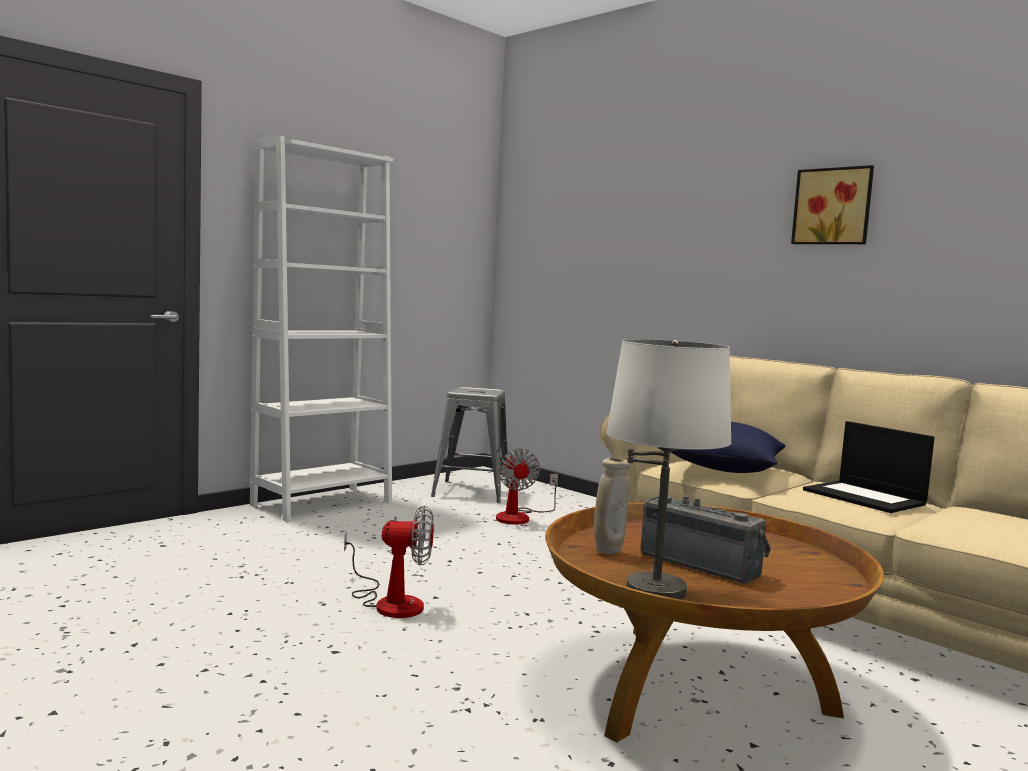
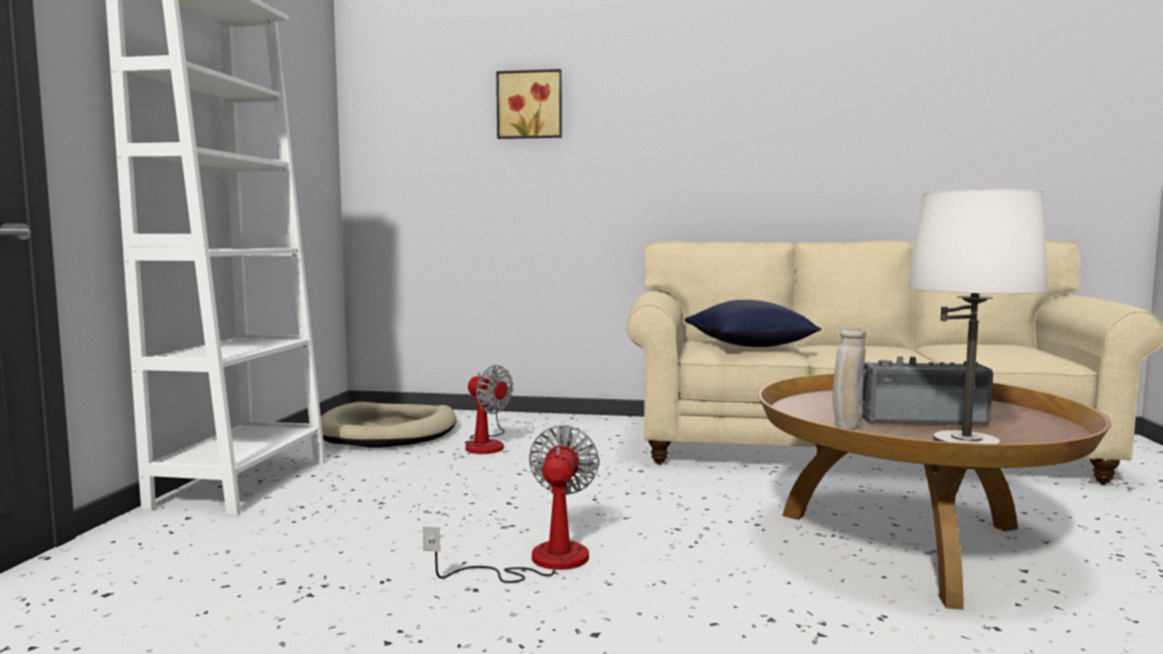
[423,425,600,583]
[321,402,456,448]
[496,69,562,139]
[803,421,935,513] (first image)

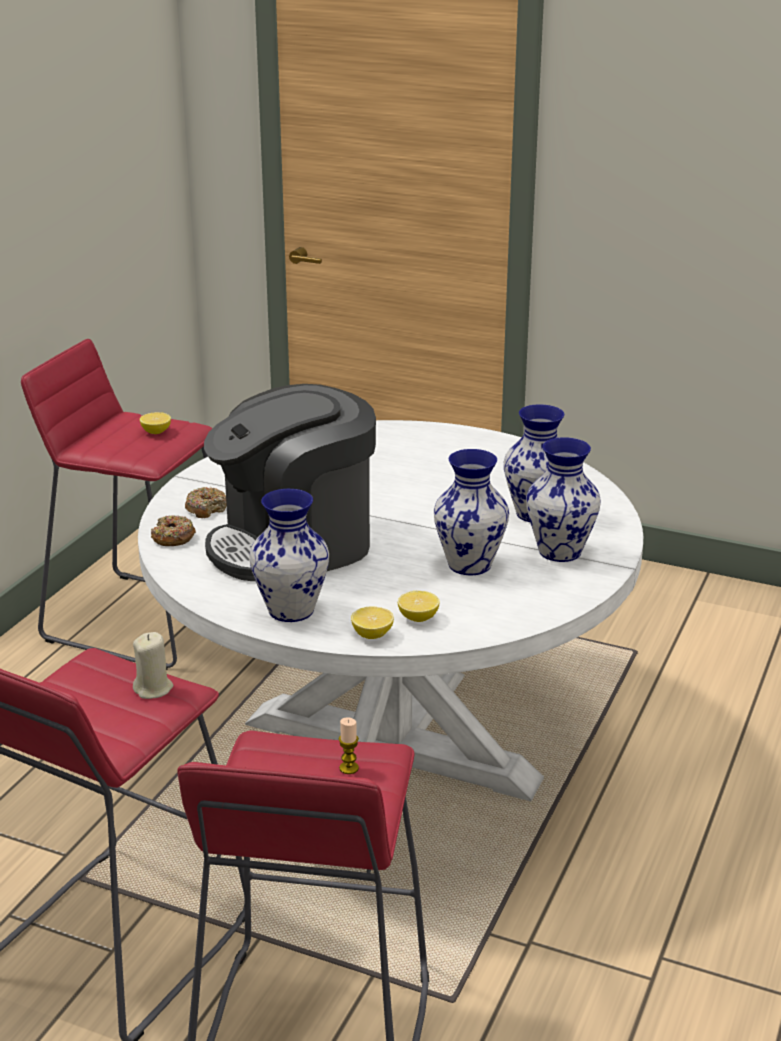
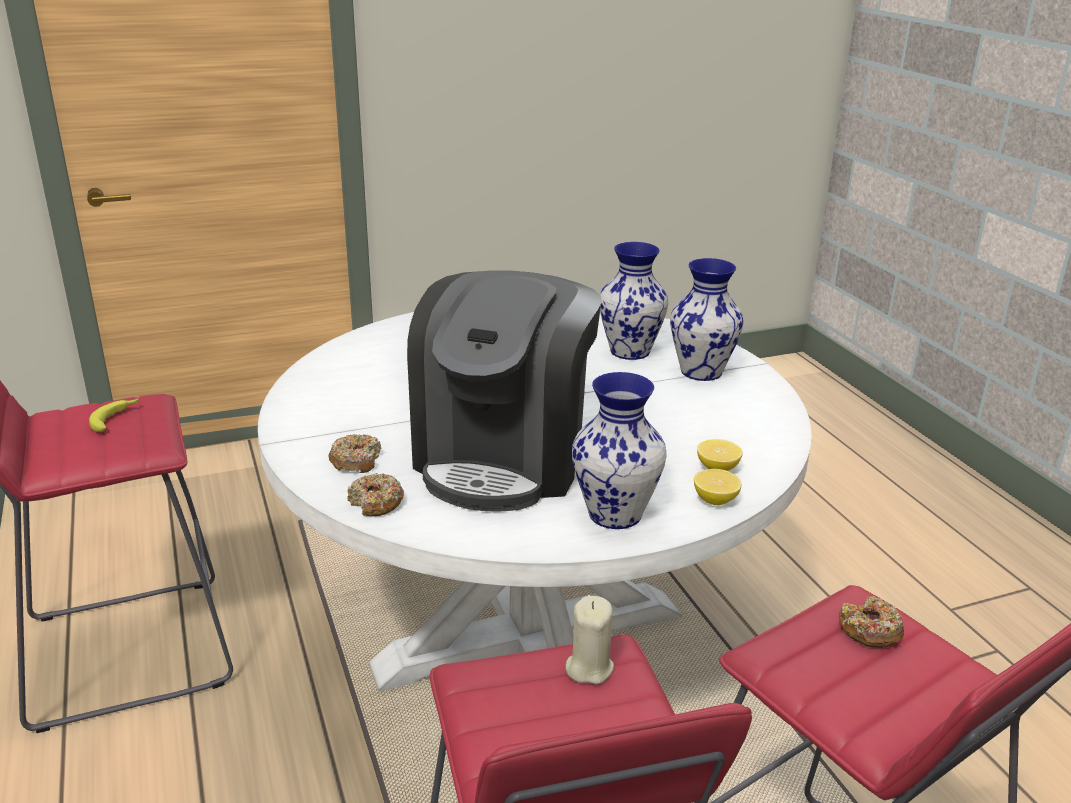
[89,399,139,432]
[839,596,904,648]
[434,449,509,575] (first image)

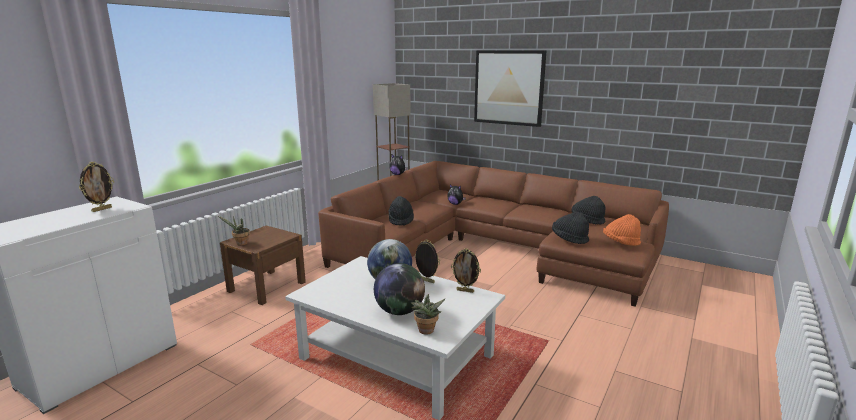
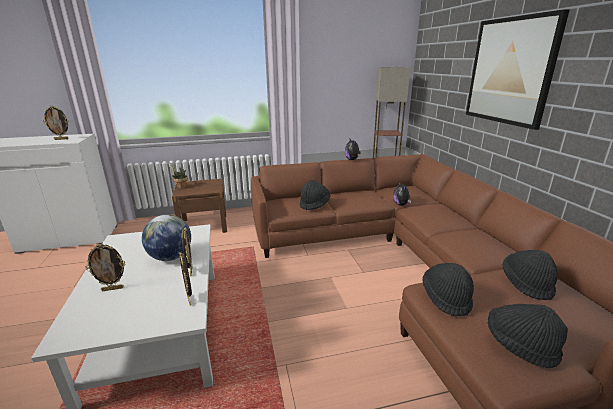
[86,244,125,291]
[411,294,445,335] (first image)
[488,304,568,368]

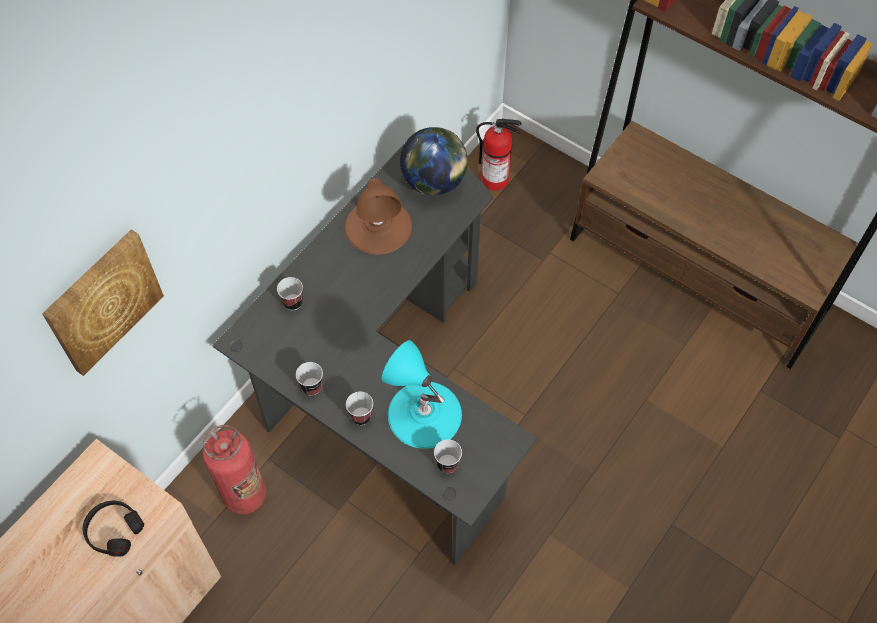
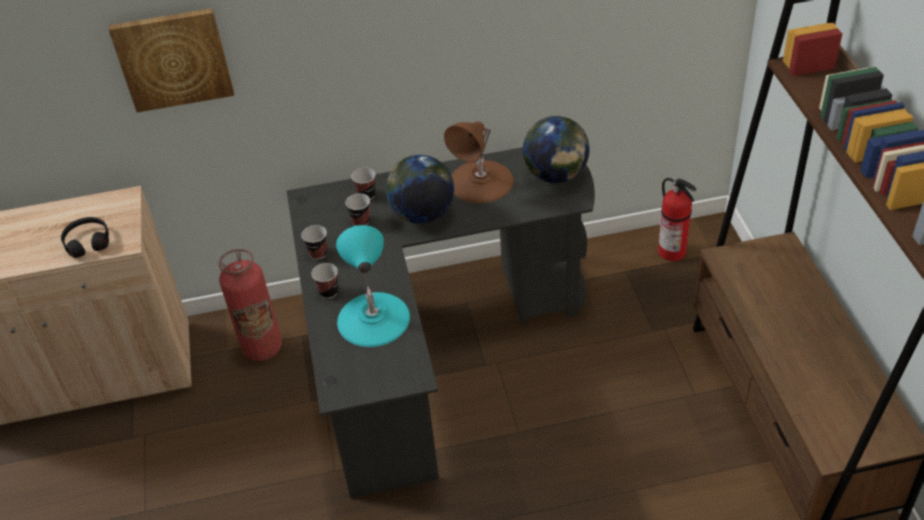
[345,193,370,226]
[386,155,454,224]

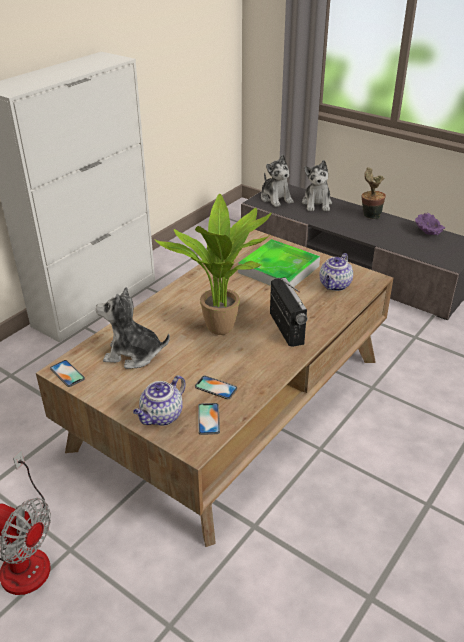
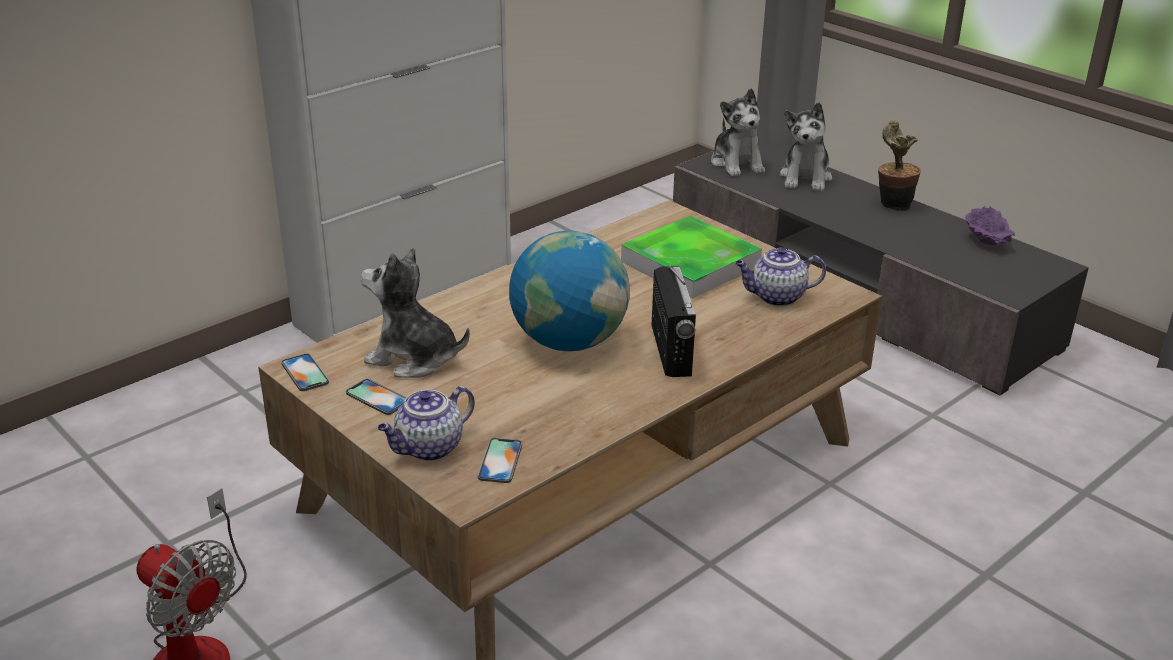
[509,231,630,351]
[346,379,407,415]
[735,247,826,306]

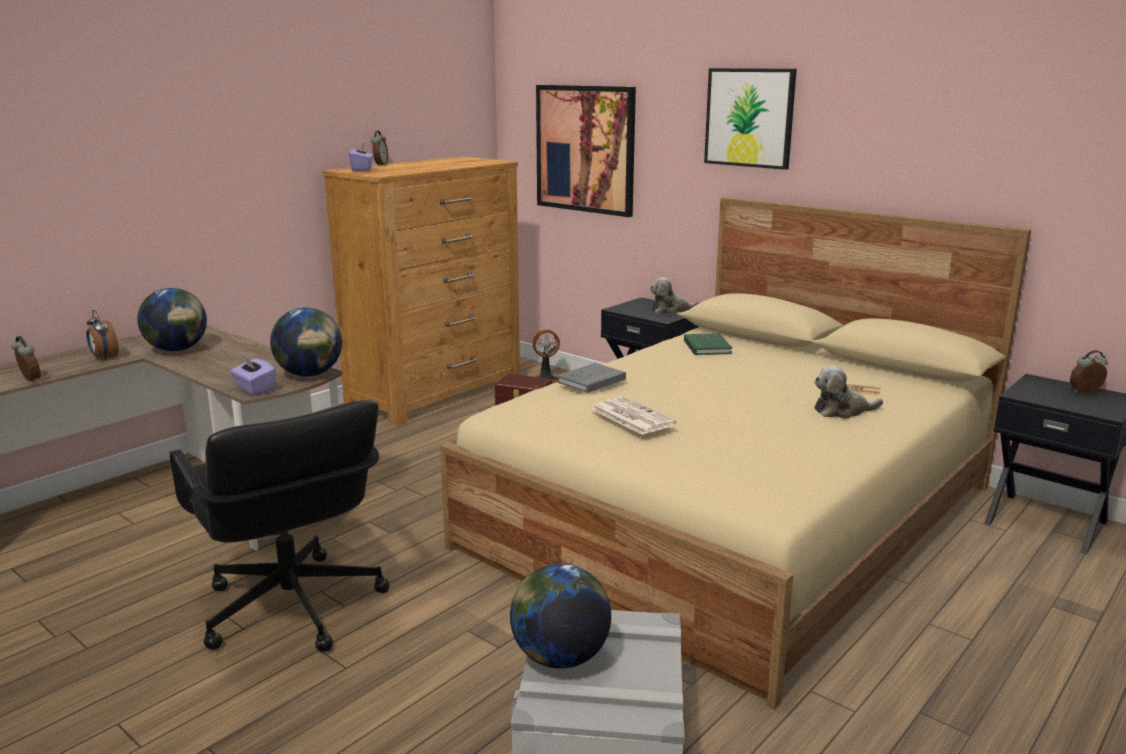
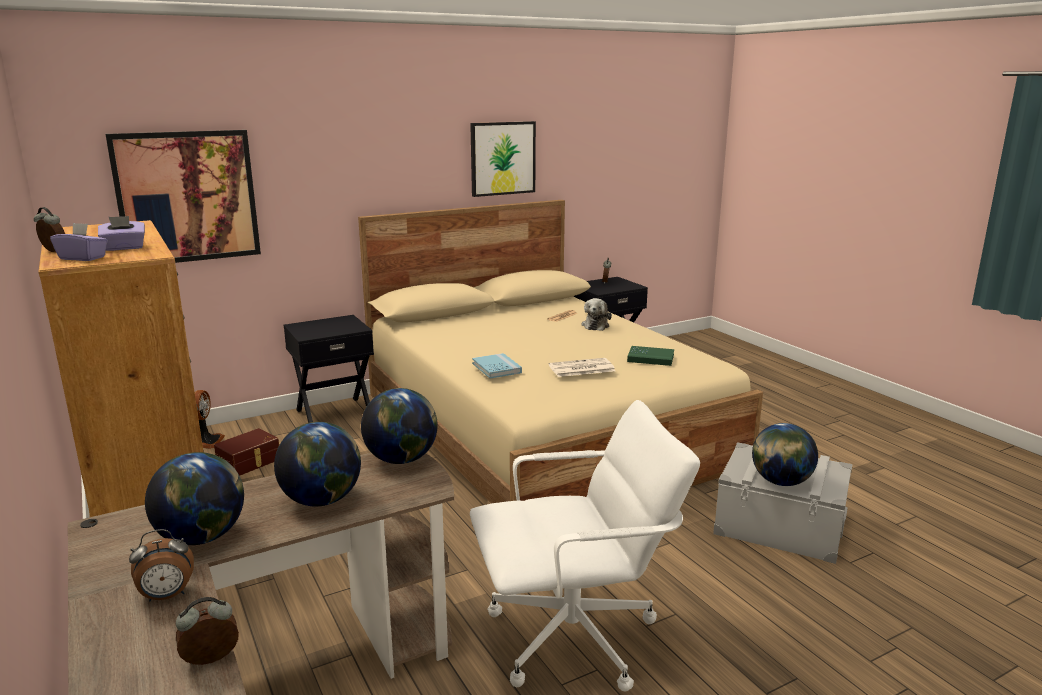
[470,400,700,692]
[98,216,145,251]
[472,353,522,378]
[650,277,700,314] (first image)
[627,346,674,366]
[470,121,536,197]
[274,422,361,506]

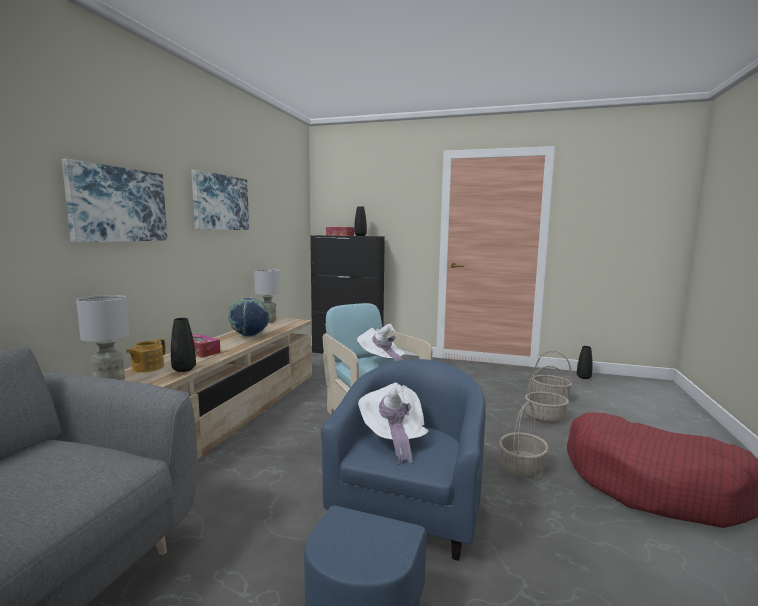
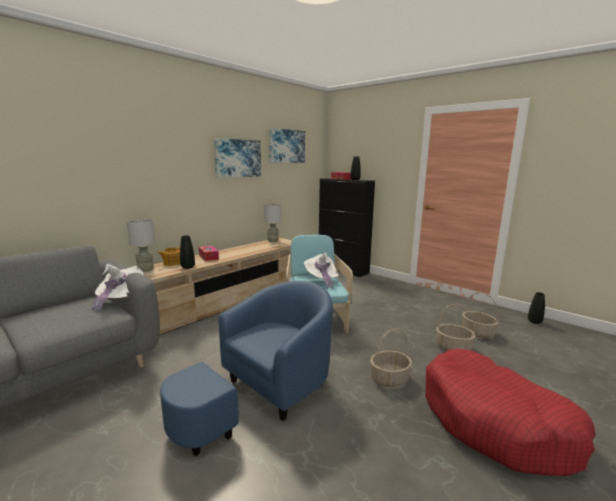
[269,128,305,163]
[228,297,270,337] (first image)
[92,264,144,312]

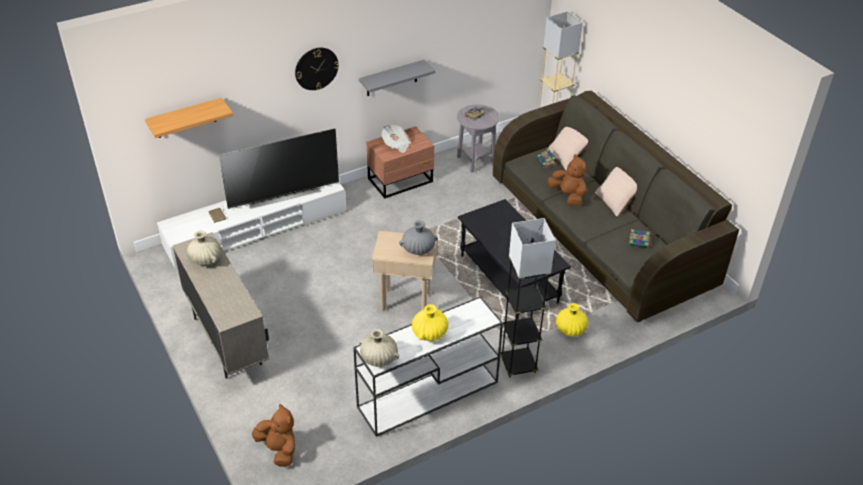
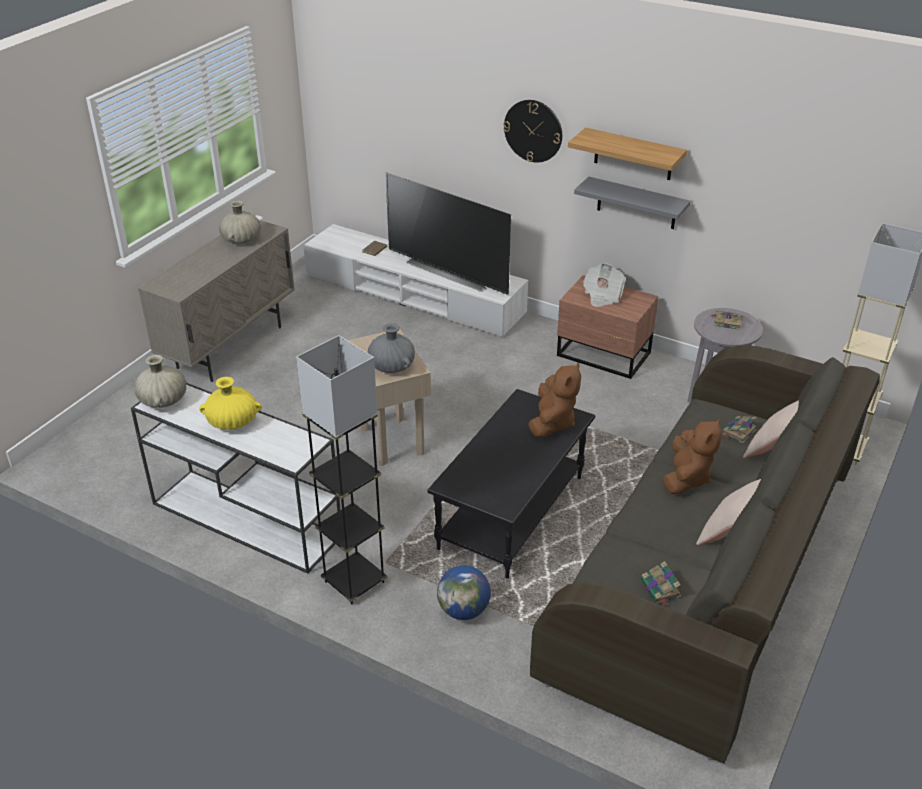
[568,128,687,180]
[528,362,581,438]
[437,565,491,620]

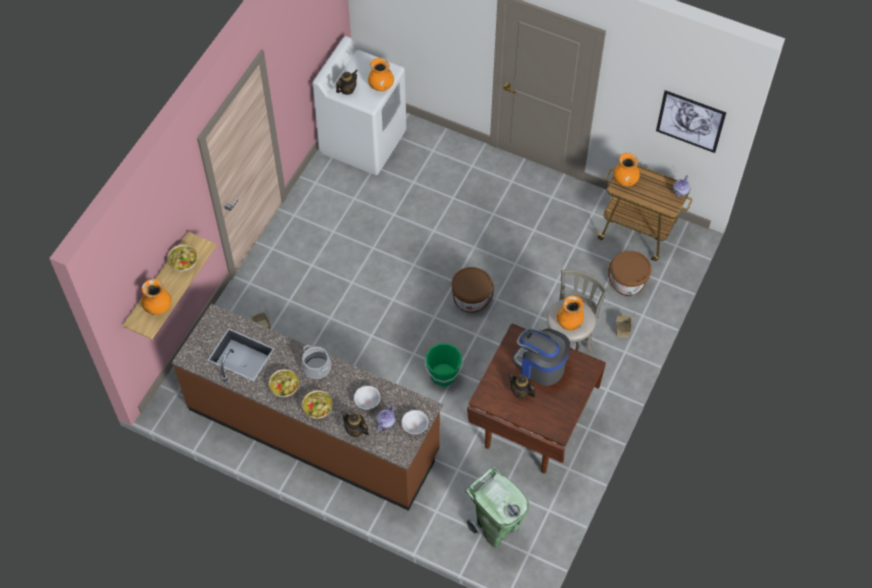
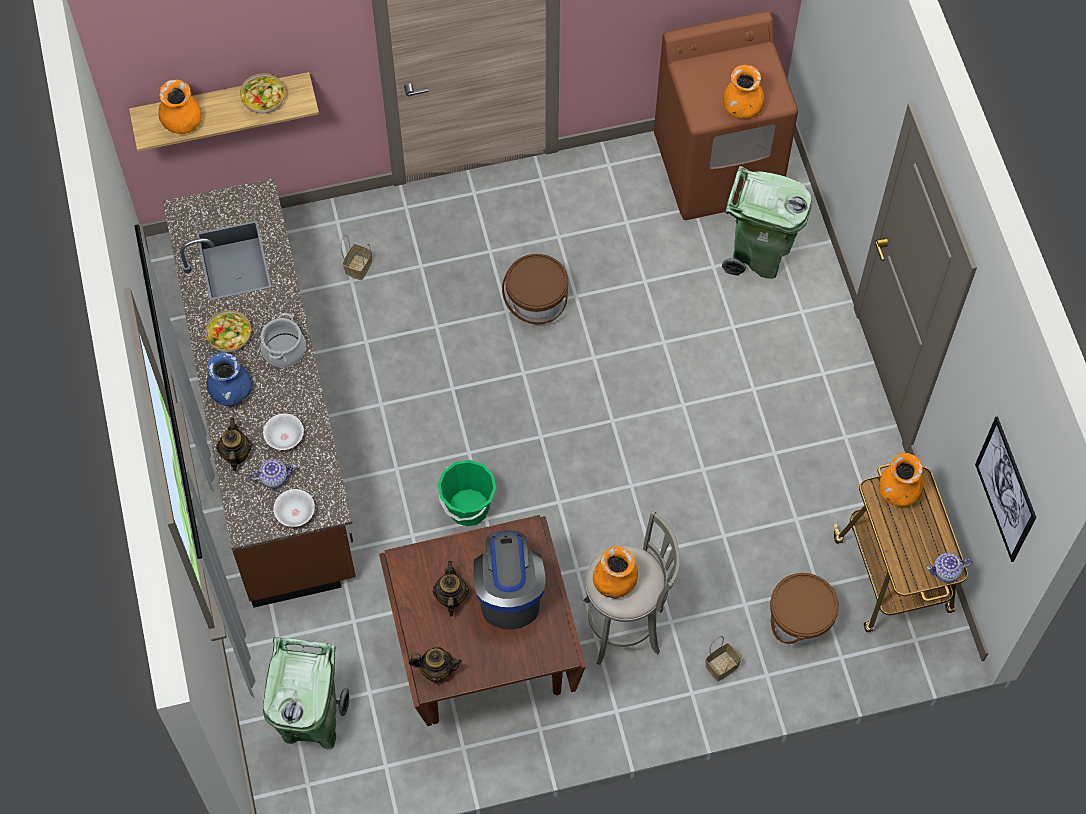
[207,352,252,406]
[654,11,798,220]
[409,647,462,682]
[502,254,568,324]
[722,166,812,279]

